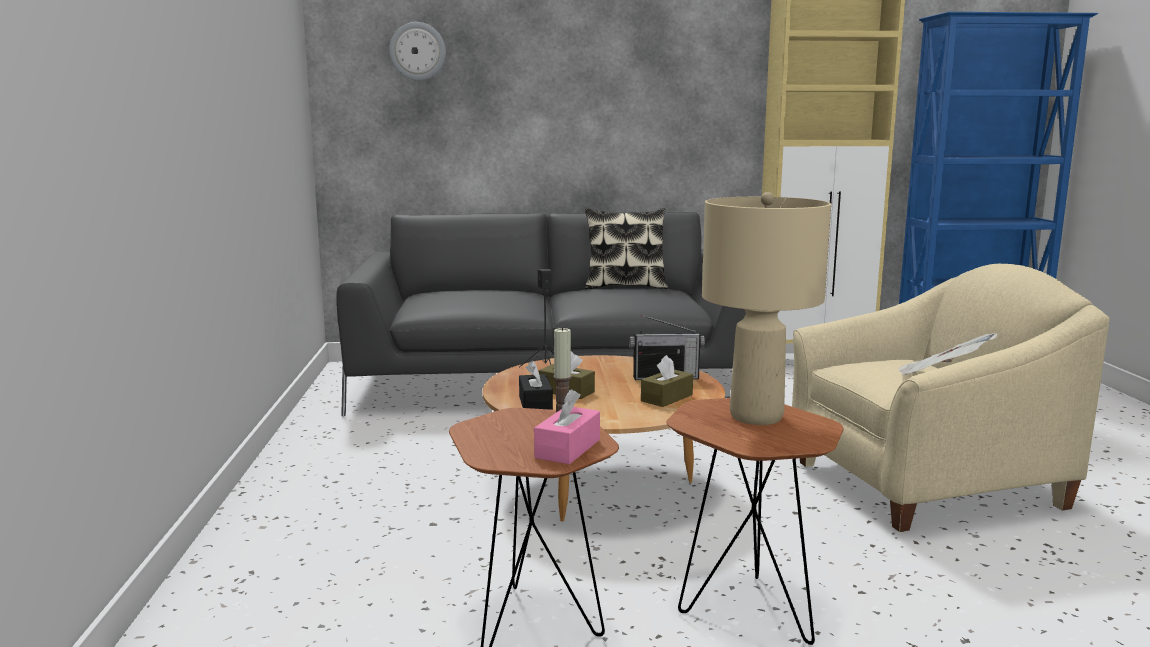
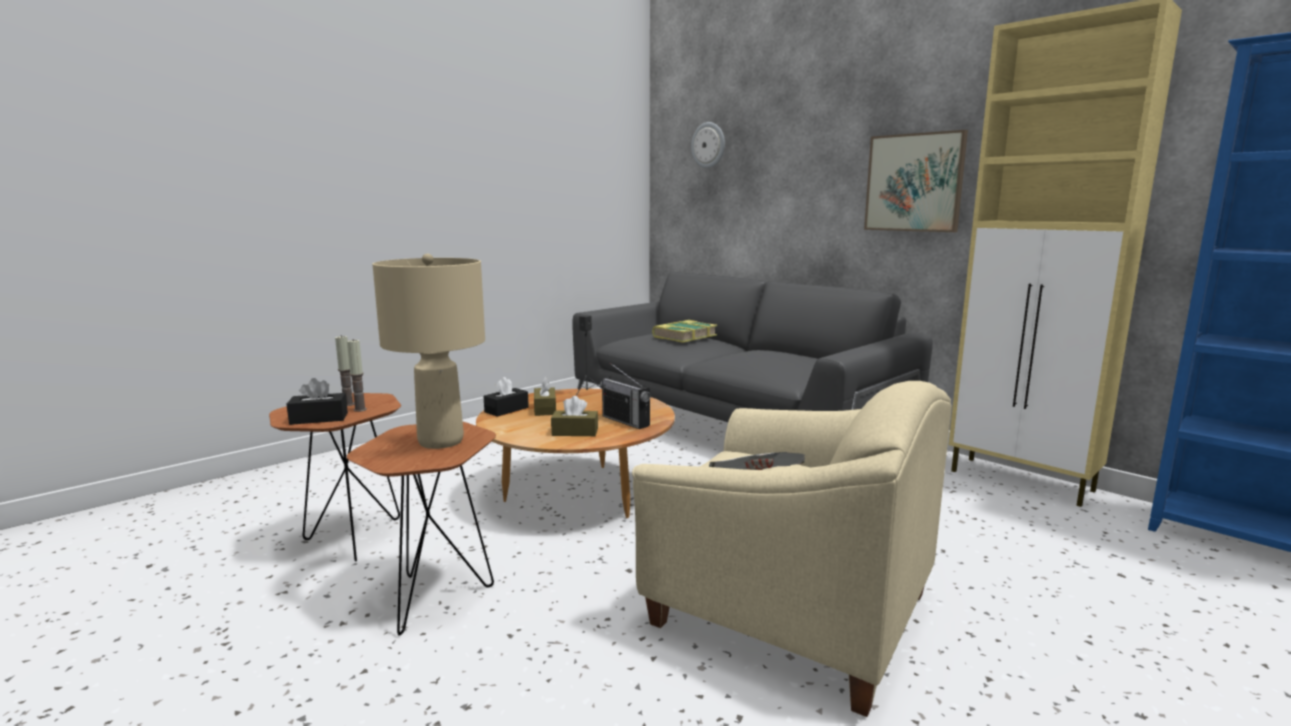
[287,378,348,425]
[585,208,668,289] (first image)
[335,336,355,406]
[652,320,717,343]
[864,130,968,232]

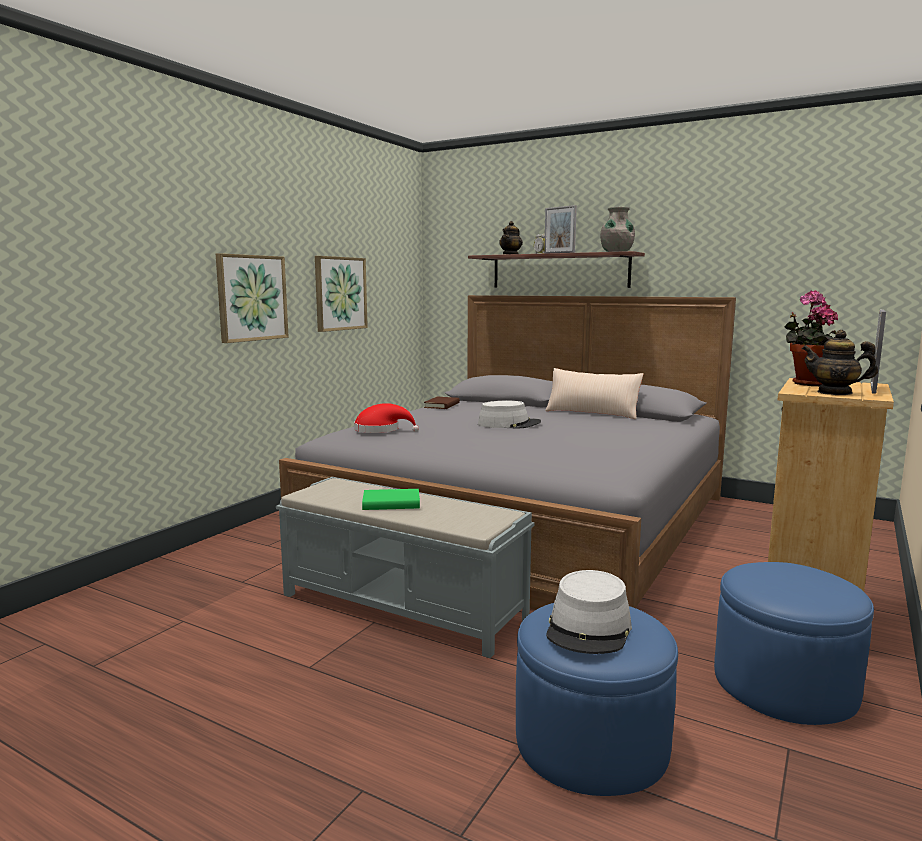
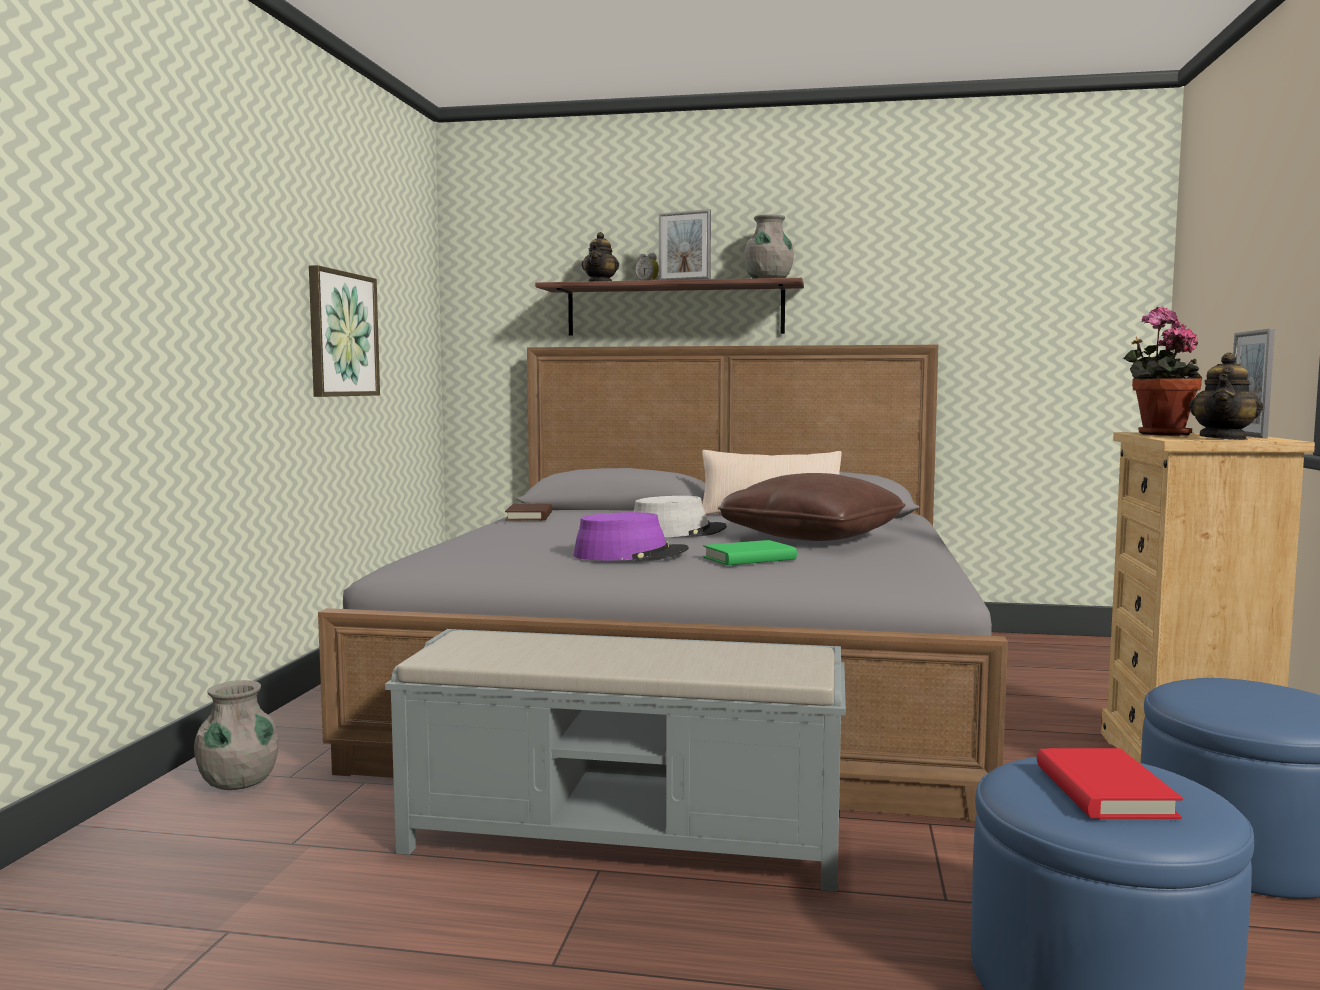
[216,253,289,343] (first image)
[354,403,419,433] (first image)
[703,540,797,565]
[1037,748,1183,819]
[1189,352,1263,440]
[194,680,279,790]
[573,512,689,561]
[718,473,906,541]

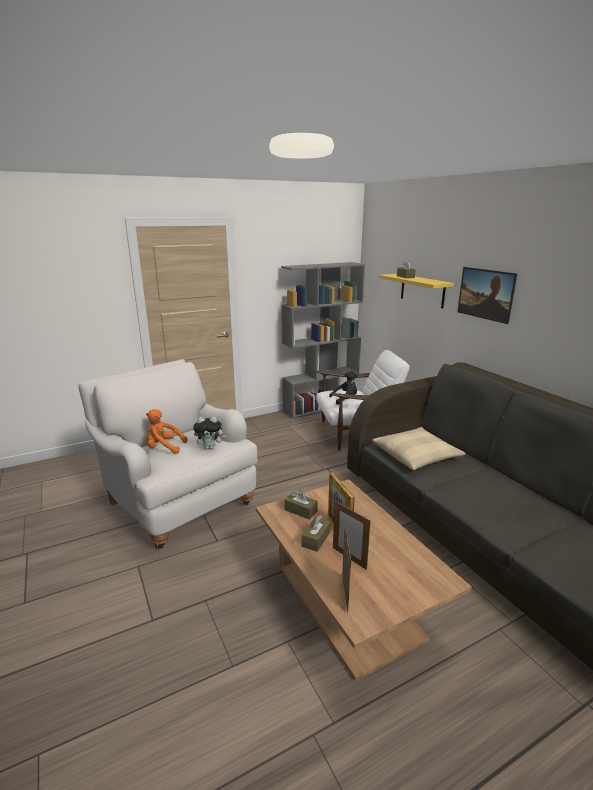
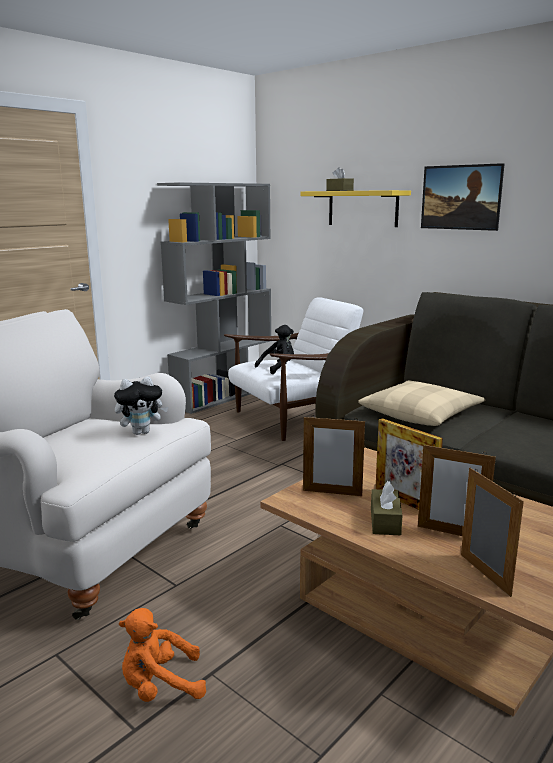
[119,608,206,702]
[303,415,365,496]

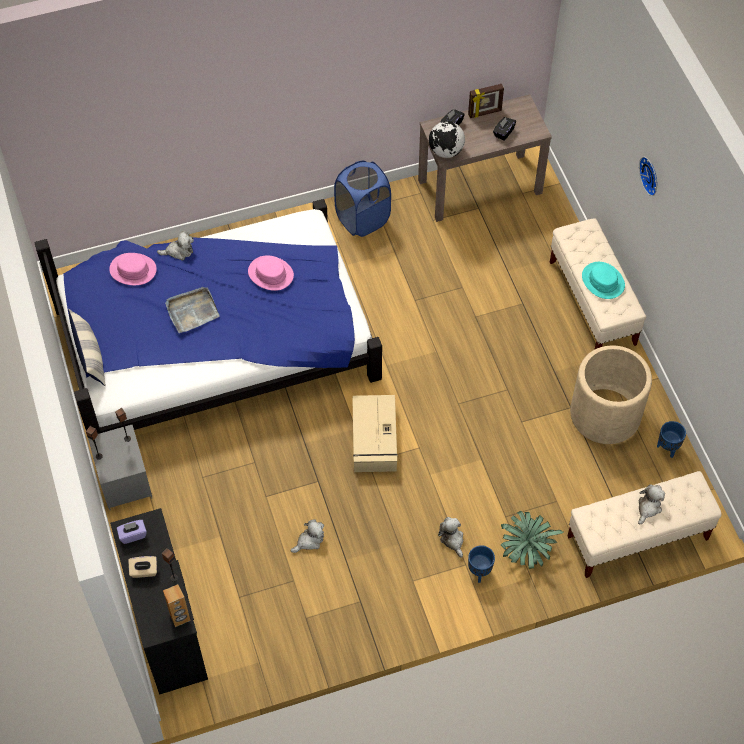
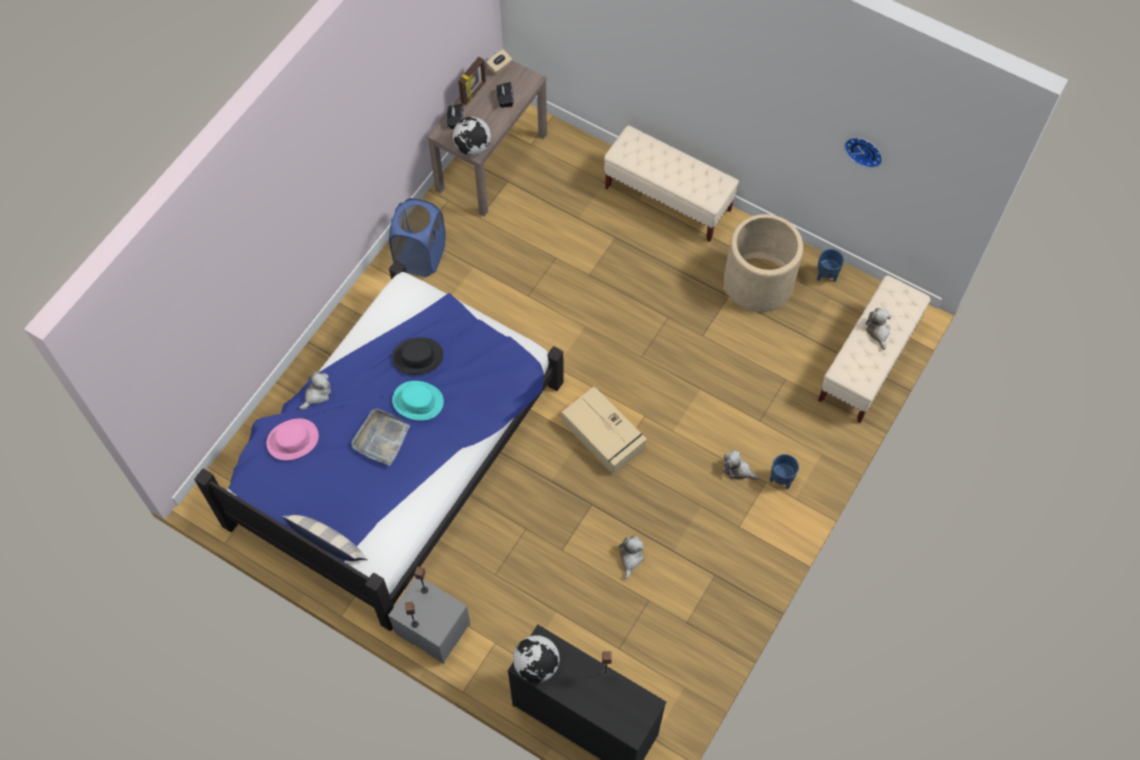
[513,635,560,683]
[486,49,512,75]
[163,584,191,627] (first image)
[392,337,443,375]
[501,511,564,569] (first image)
[392,381,444,421]
[844,138,882,168]

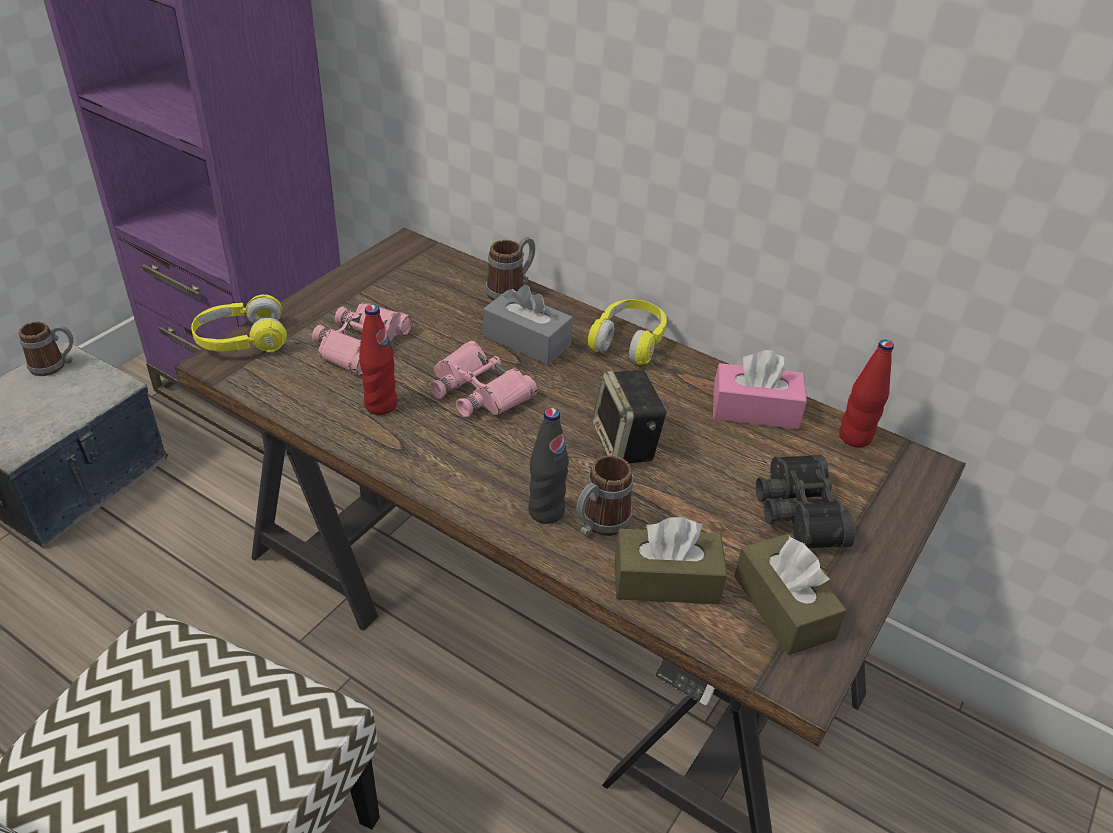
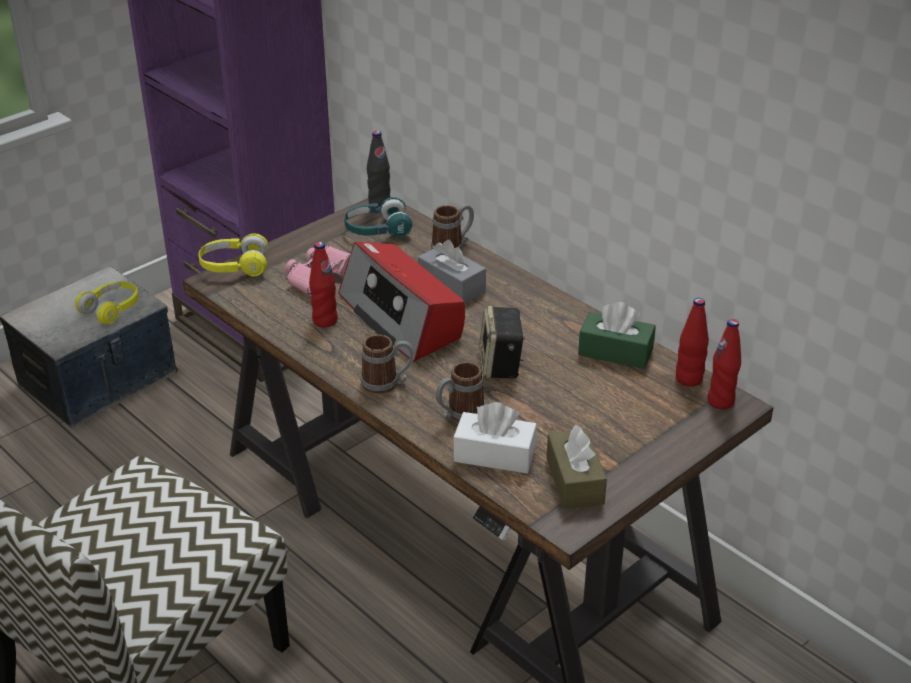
[360,334,414,394]
[338,241,465,362]
[367,131,390,207]
[75,281,139,325]
[453,402,537,474]
[578,302,656,369]
[756,455,856,548] (first image)
[344,197,412,237]
[707,319,741,410]

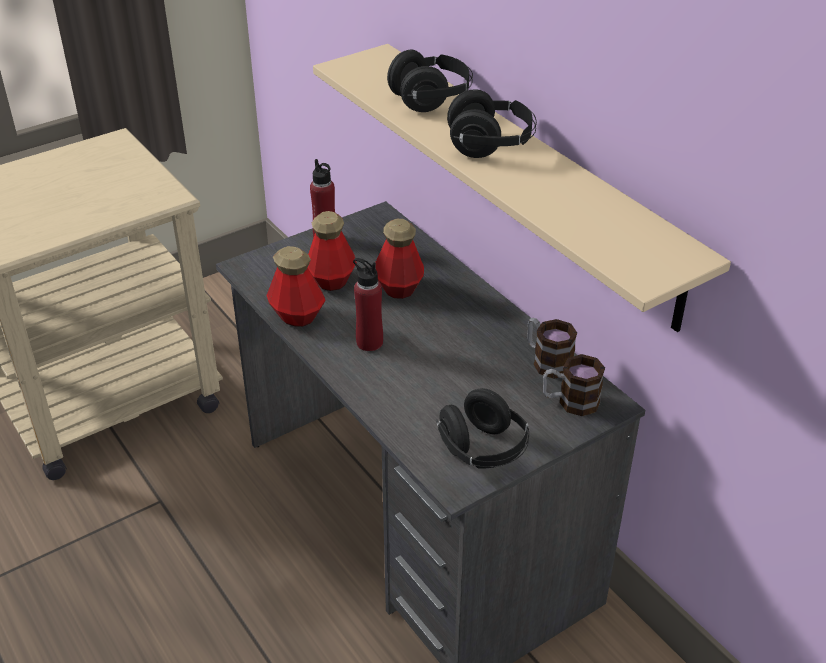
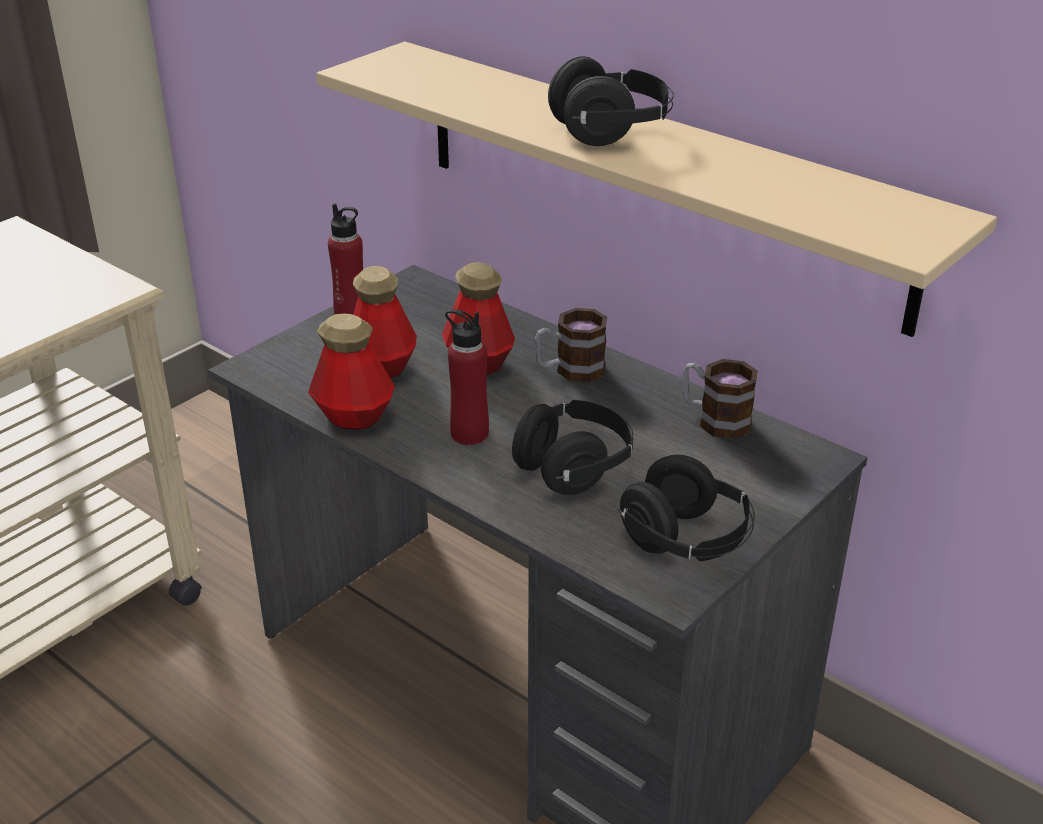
[512,400,633,495]
[535,308,607,382]

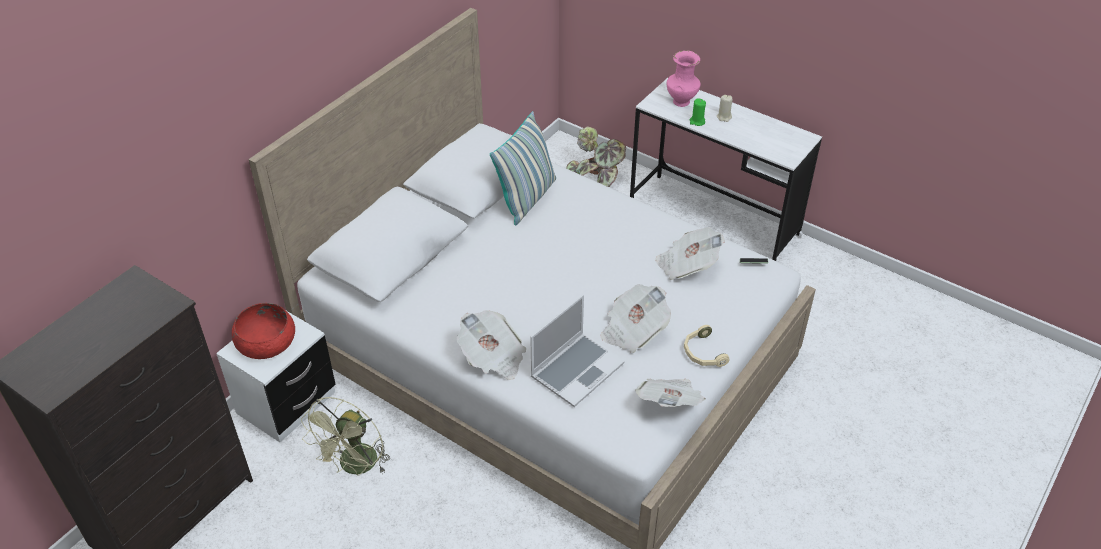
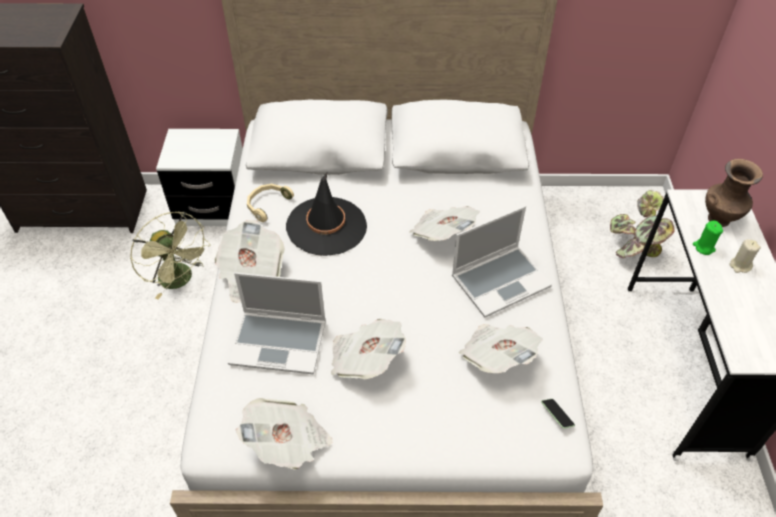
[232,303,295,359] (first image)
[130,212,210,300]
[490,111,556,226] (first image)
[705,159,763,227]
[247,184,294,222]
[286,173,367,256]
[410,206,480,241]
[452,206,552,317]

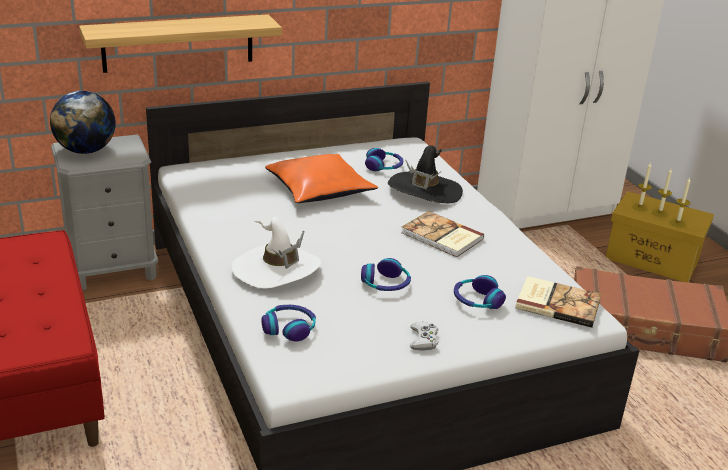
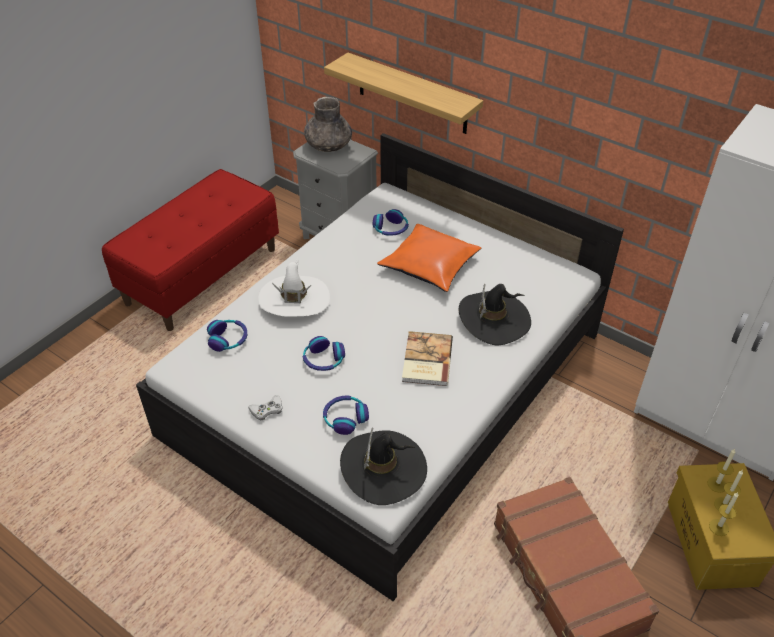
[304,97,352,152]
[373,209,409,236]
[340,427,427,505]

